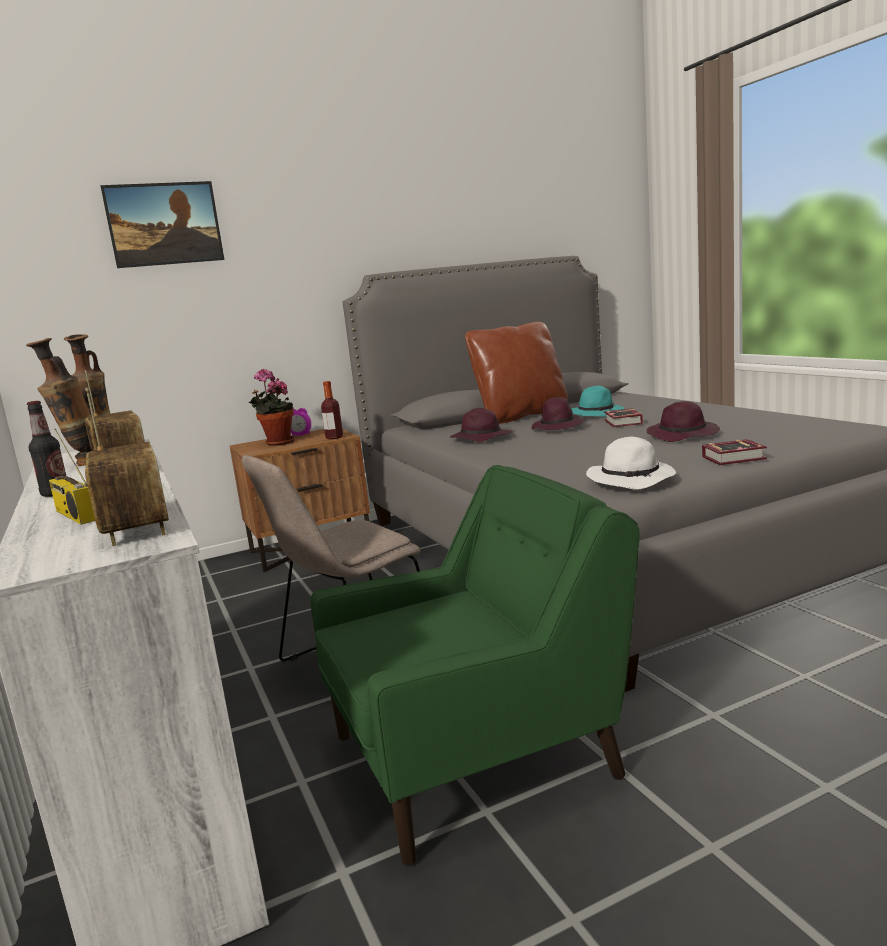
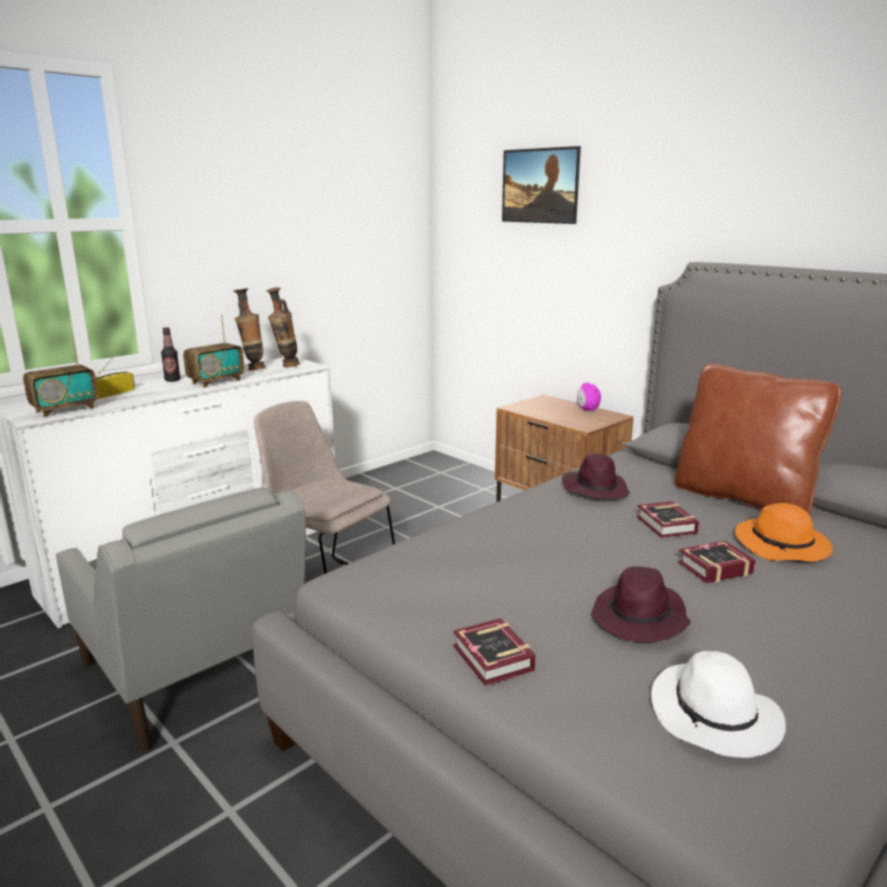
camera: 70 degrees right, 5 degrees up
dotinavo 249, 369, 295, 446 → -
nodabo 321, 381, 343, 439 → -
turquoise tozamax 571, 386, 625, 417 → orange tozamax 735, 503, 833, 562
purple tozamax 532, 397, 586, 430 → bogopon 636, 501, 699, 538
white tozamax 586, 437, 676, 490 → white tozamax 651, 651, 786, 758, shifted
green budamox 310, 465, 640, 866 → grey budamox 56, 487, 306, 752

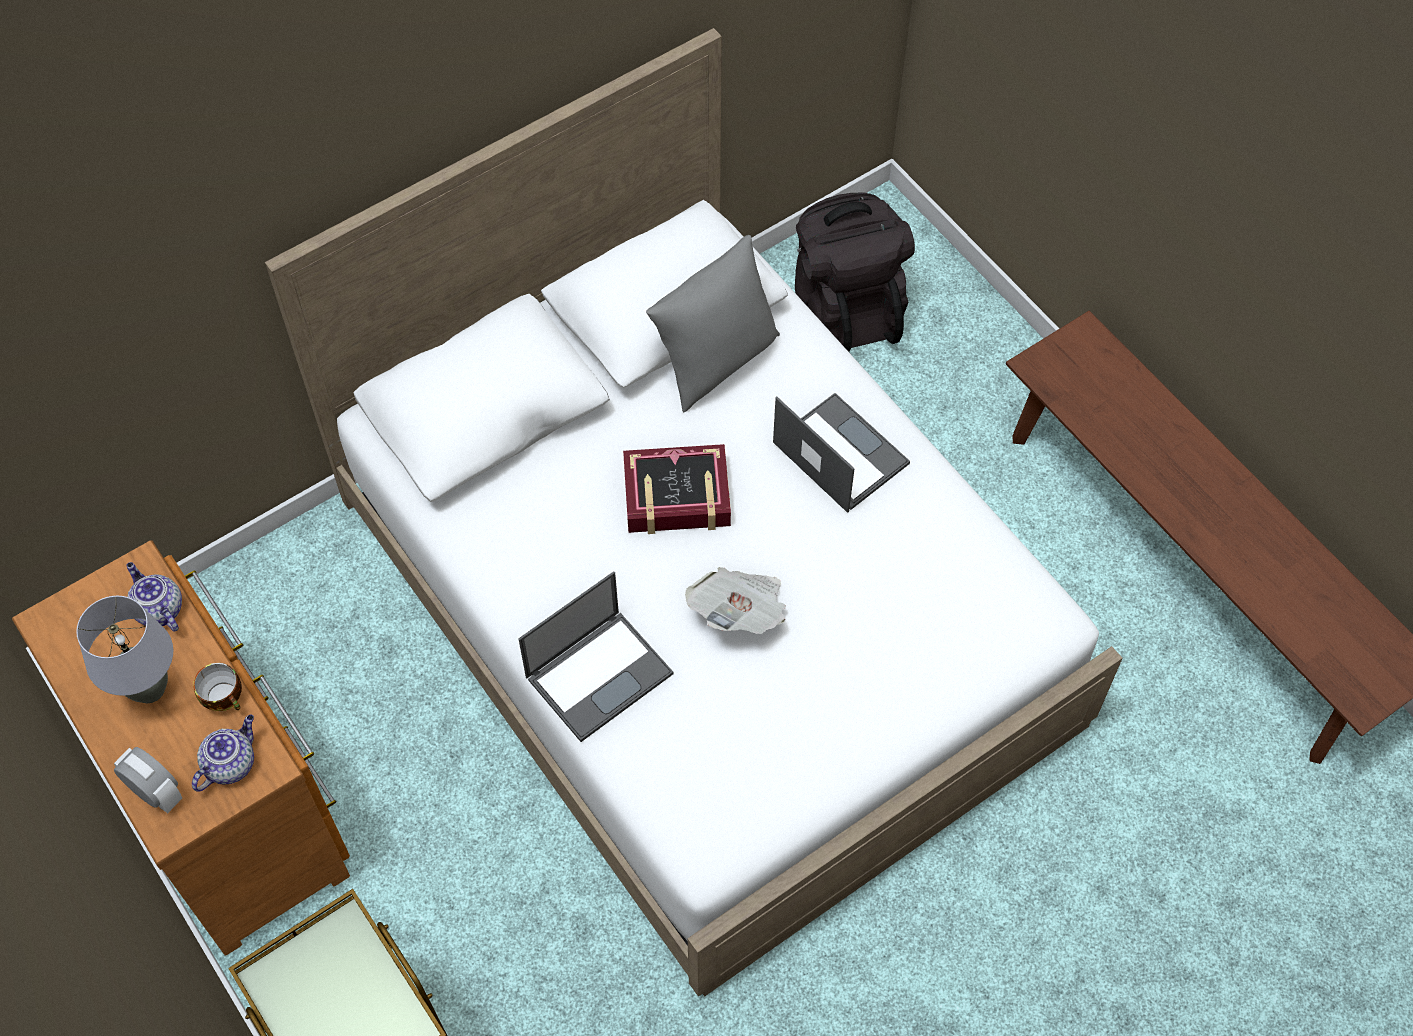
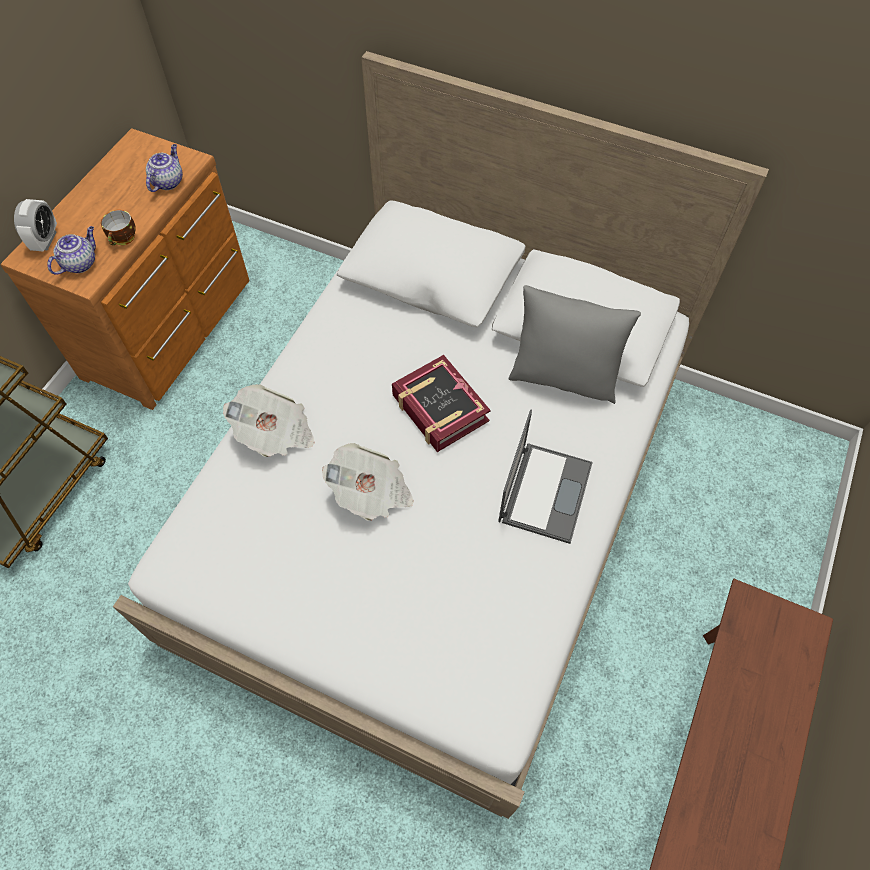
camera: 60 degrees right, 0 degrees up
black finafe 795, 193, 915, 352 → -
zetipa 518, 571, 673, 742 → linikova 223, 384, 315, 457
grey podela 76, 596, 173, 704 → -
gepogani 192, 714, 254, 792 → gepogani 47, 226, 96, 275, 60 degrees counterclockwise

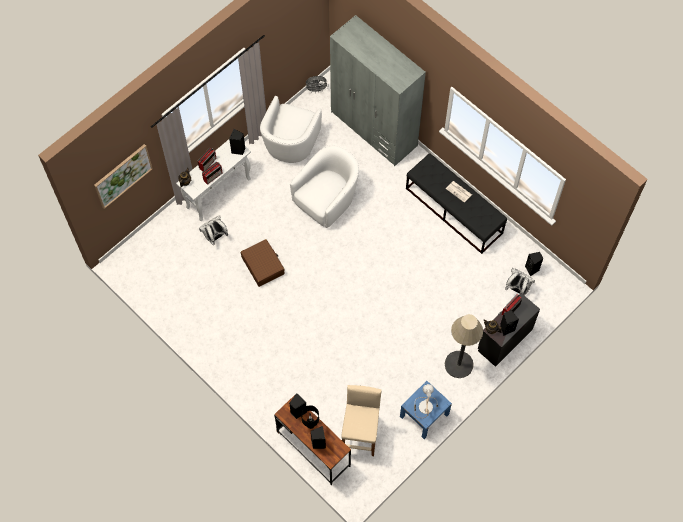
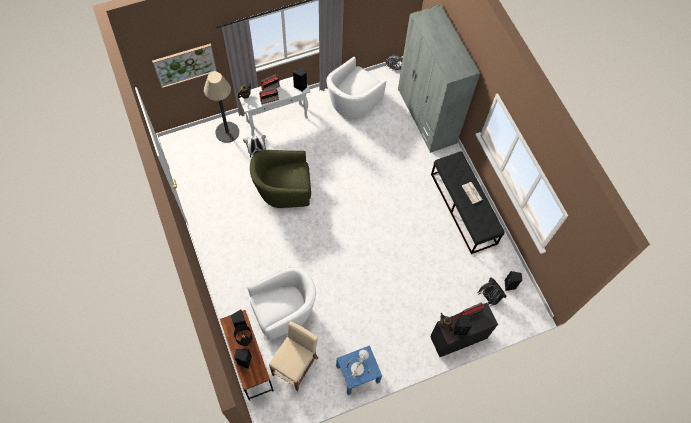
camera: 20 degrees right, 0 degrees up
white budamox 290, 145, 359, 228 → white budamox 247, 266, 316, 340, shifted
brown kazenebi 241, 239, 285, 287 → green budamox 250, 150, 311, 208
white finafe 505, 268, 535, 295 → black finafe 477, 277, 506, 307
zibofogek 445, 314, 483, 378 → zibofogek 204, 72, 239, 143, shifted

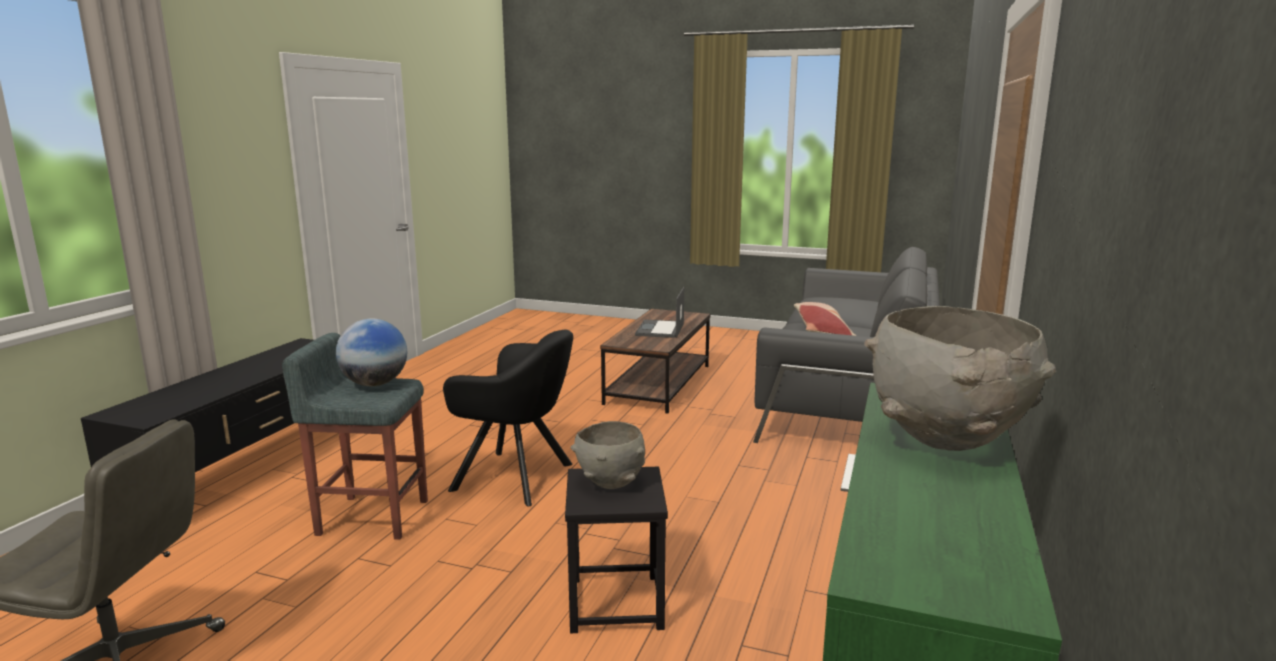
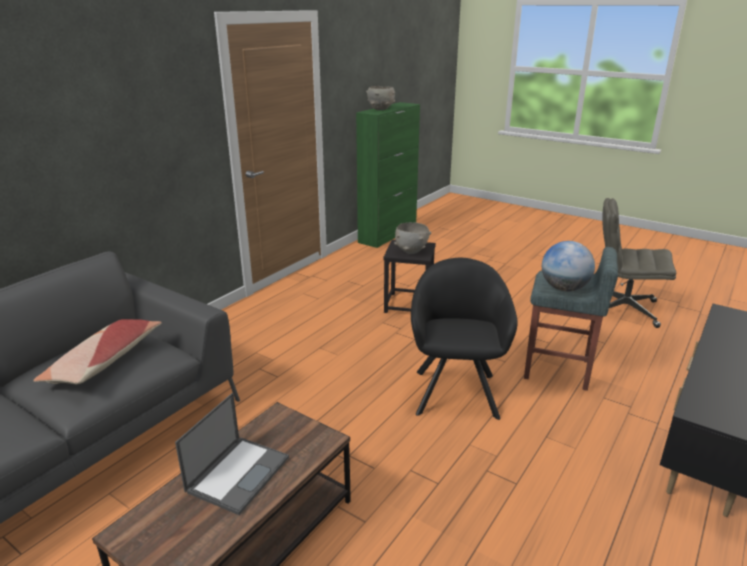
camera: 165 degrees left, 10 degrees up
black budamox 443, 330, 573, 506 → black budamox 411, 258, 518, 420, 60 degrees clockwise

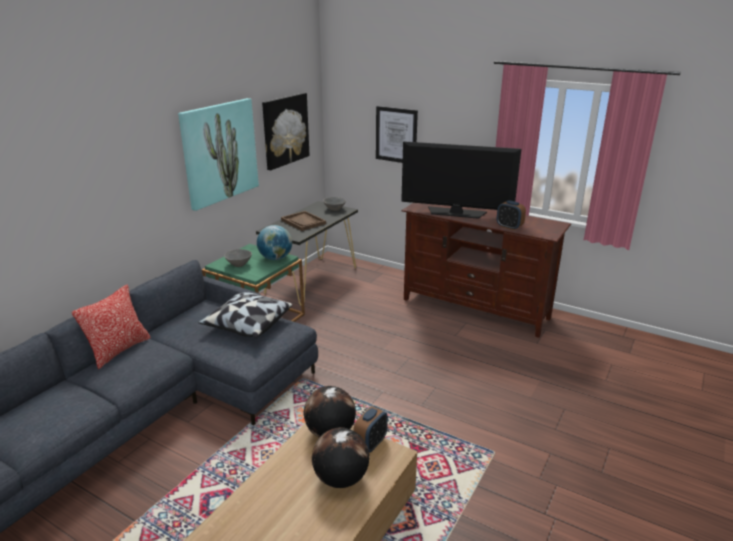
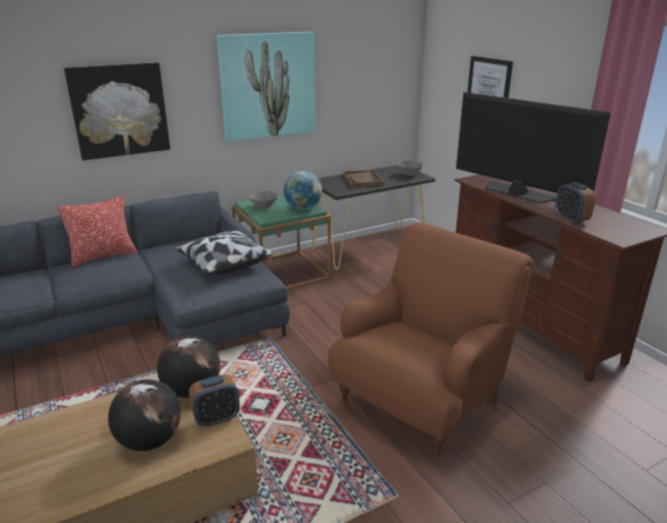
camera: 30 degrees right, 0 degrees up
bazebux 262, 93, 310, 170 → bazebux 64, 62, 170, 160, shifted
- → brown budamox 328, 222, 534, 460

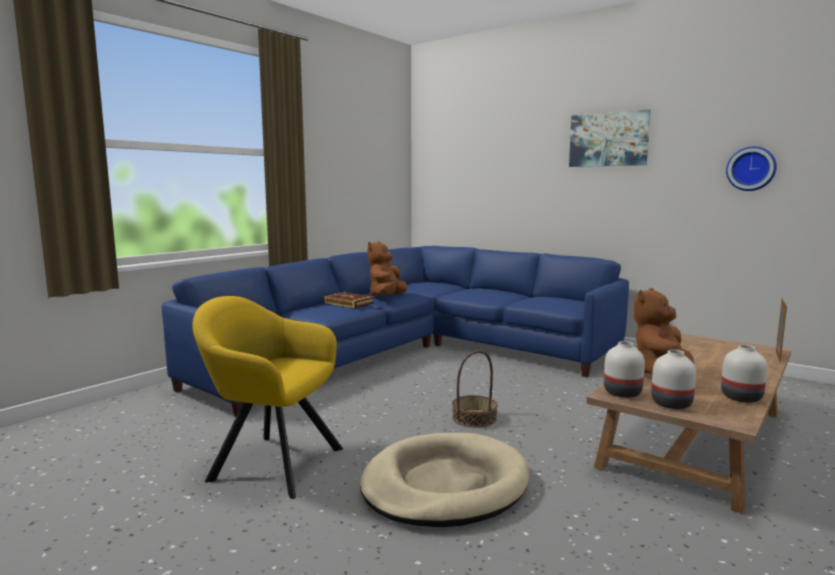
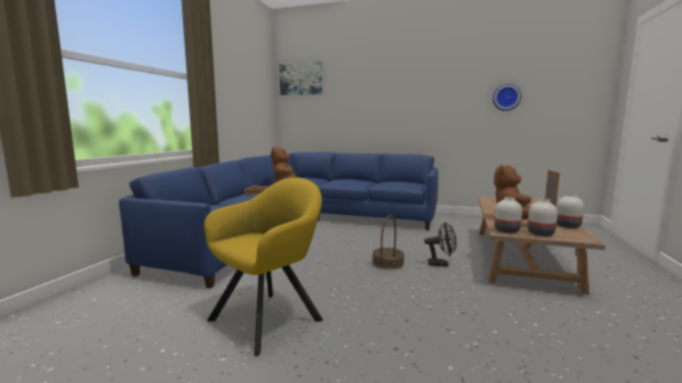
camera: 20 degrees left, 0 degrees up
bazebux 569, 110, 651, 167 → bazebux 279, 62, 322, 95, shifted
yellow budamox 192, 296, 343, 499 → yellow budamox 204, 178, 323, 356, 135 degrees clockwise
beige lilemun 360, 433, 529, 527 → -
- → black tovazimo 424, 222, 457, 267

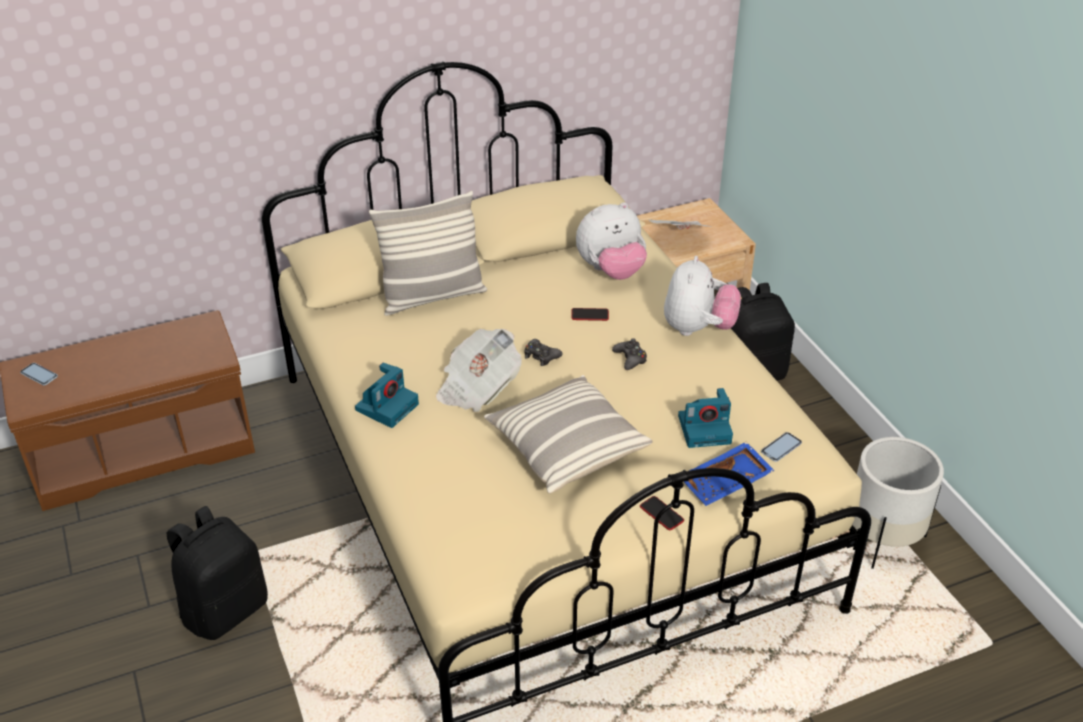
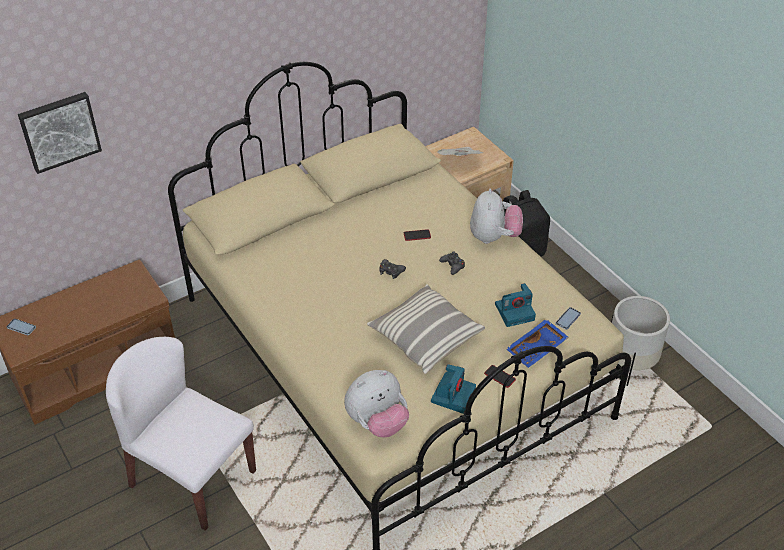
camera: 10 degrees left, 5 degrees up
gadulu 369, 191, 487, 316 → -
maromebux 576, 202, 647, 280 → maromebux 344, 370, 409, 437, shifted
linikova 436, 329, 522, 412 → -
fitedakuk 355, 362, 419, 428 → fitedakuk 431, 364, 476, 414, shifted
black finafe 167, 506, 268, 640 → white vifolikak 106, 337, 256, 531
- → bazebux 18, 92, 102, 174

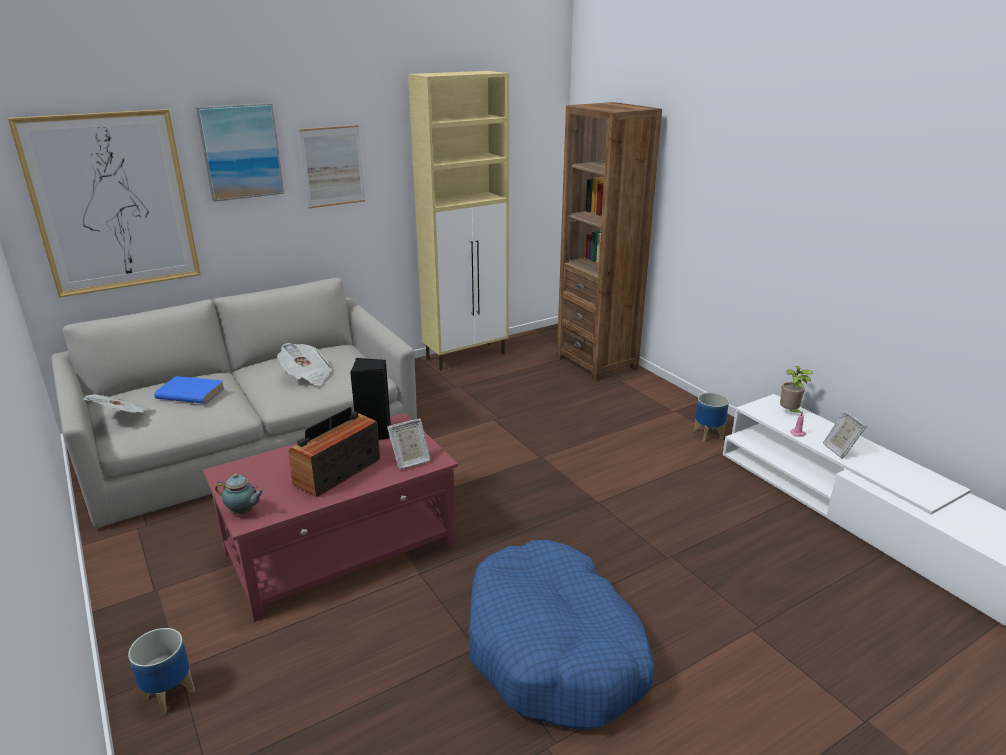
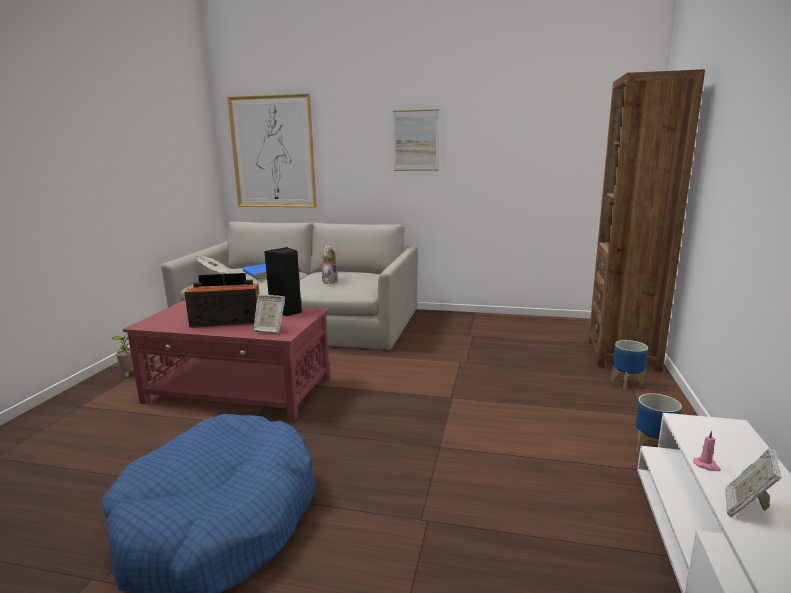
camera: 45 degrees right, 10 degrees down
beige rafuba 408, 71, 509, 370 → -
bazebux 196, 103, 284, 202 → -
linikova 277, 343, 333, 385 → maromebux 320, 245, 338, 284
dotinavo 780, 366, 813, 413 → dotinavo 112, 334, 134, 379, shifted
gepogani 215, 473, 264, 515 → -
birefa 128, 628, 195, 715 → birefa 611, 340, 648, 389, shifted

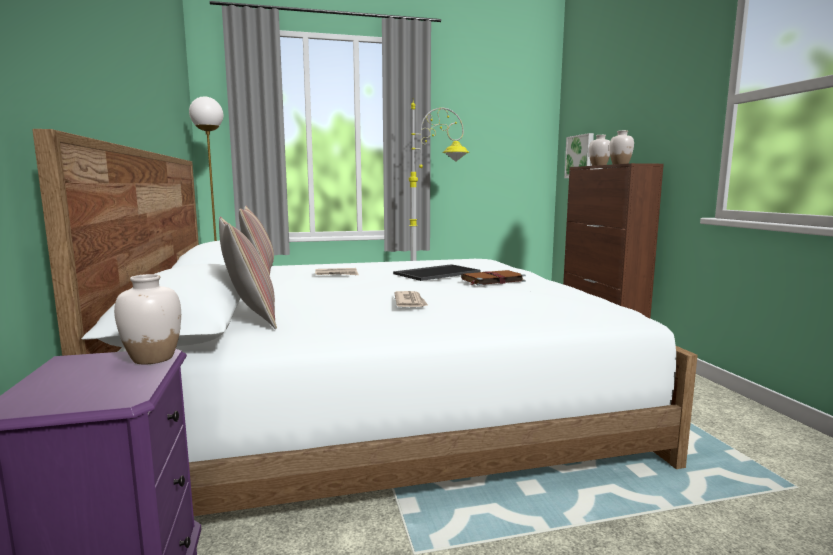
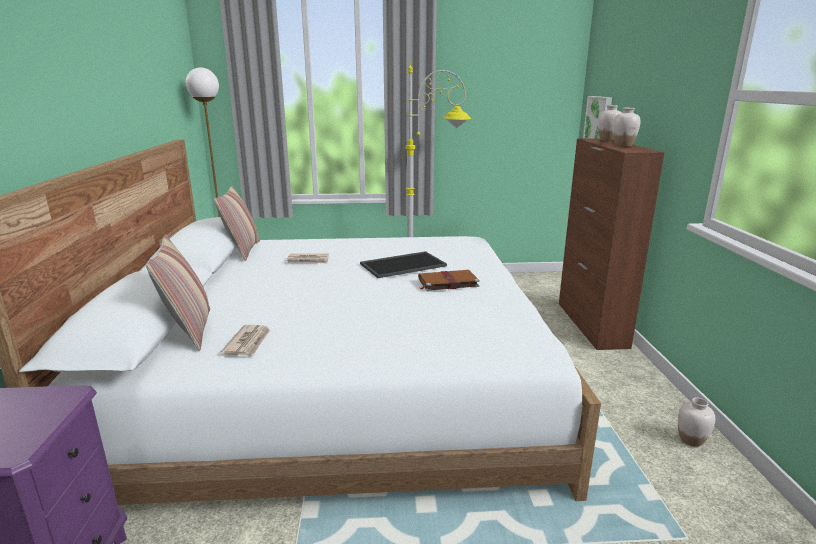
camera: 10 degrees right, 10 degrees up
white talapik 114, 274, 181, 364 → white talapik 678, 397, 715, 447, shifted
linikova 394, 291, 428, 307 → linikova 221, 325, 270, 356, shifted

